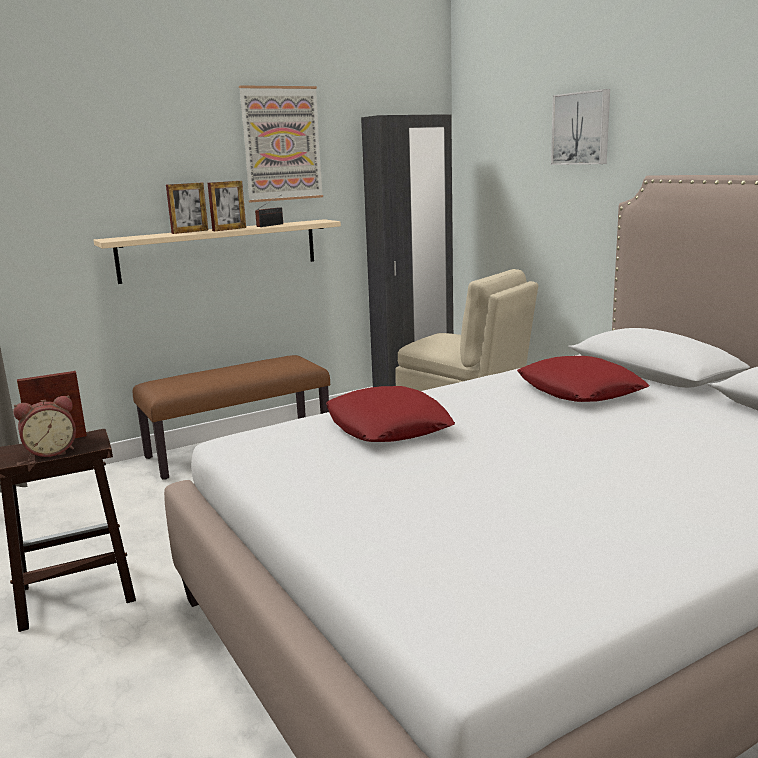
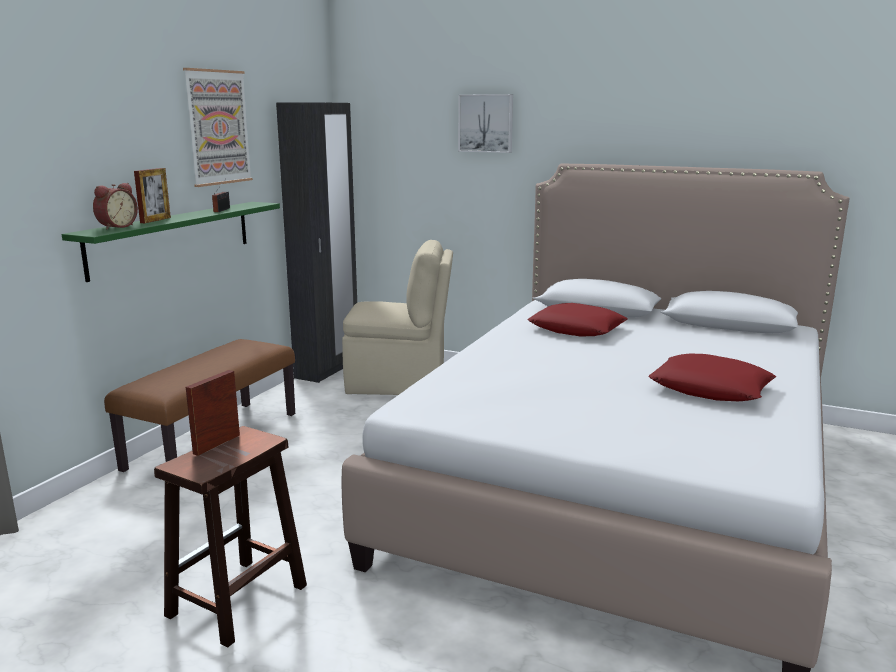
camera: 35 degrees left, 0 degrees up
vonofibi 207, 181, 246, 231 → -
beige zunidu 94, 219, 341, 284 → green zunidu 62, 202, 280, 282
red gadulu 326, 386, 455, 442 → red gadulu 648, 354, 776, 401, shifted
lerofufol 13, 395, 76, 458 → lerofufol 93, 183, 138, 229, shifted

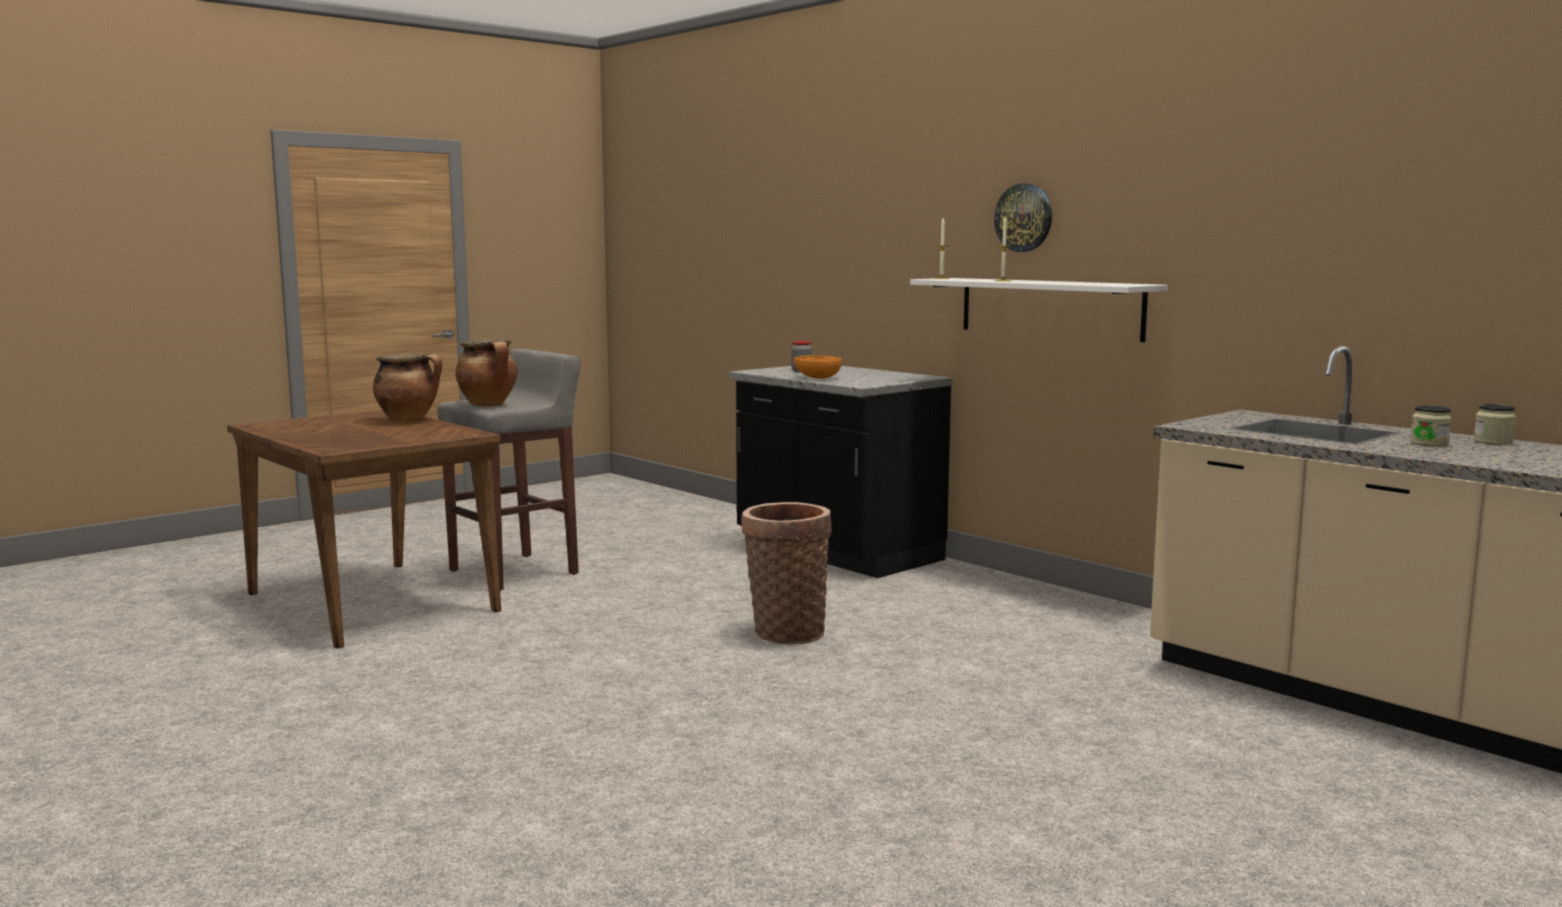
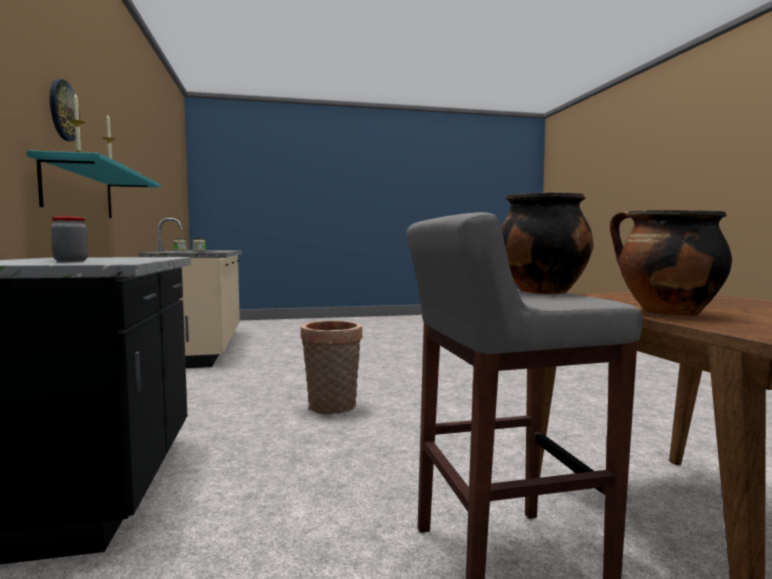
camera: 150 degrees left, 5 degrees down
white zunidu 910, 278, 1168, 342 → turquoise zunidu 27, 150, 161, 218
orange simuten 794, 355, 842, 379 → -

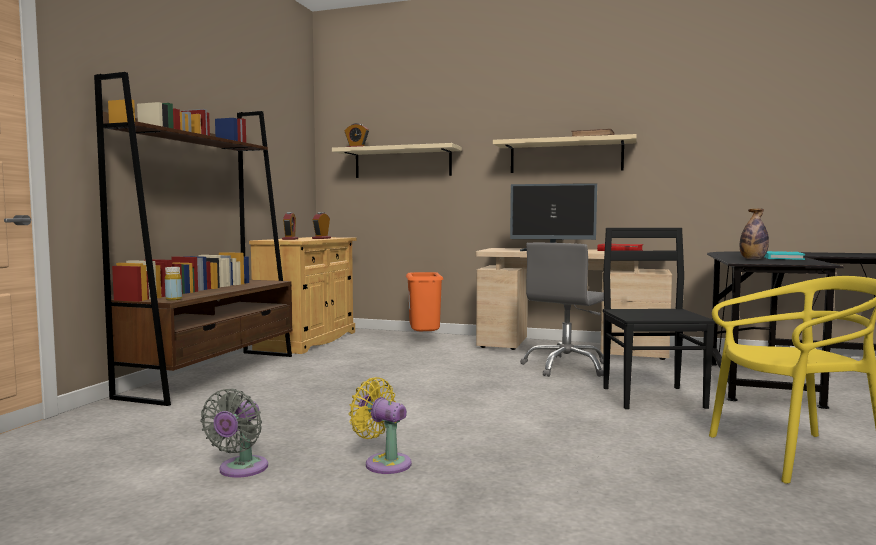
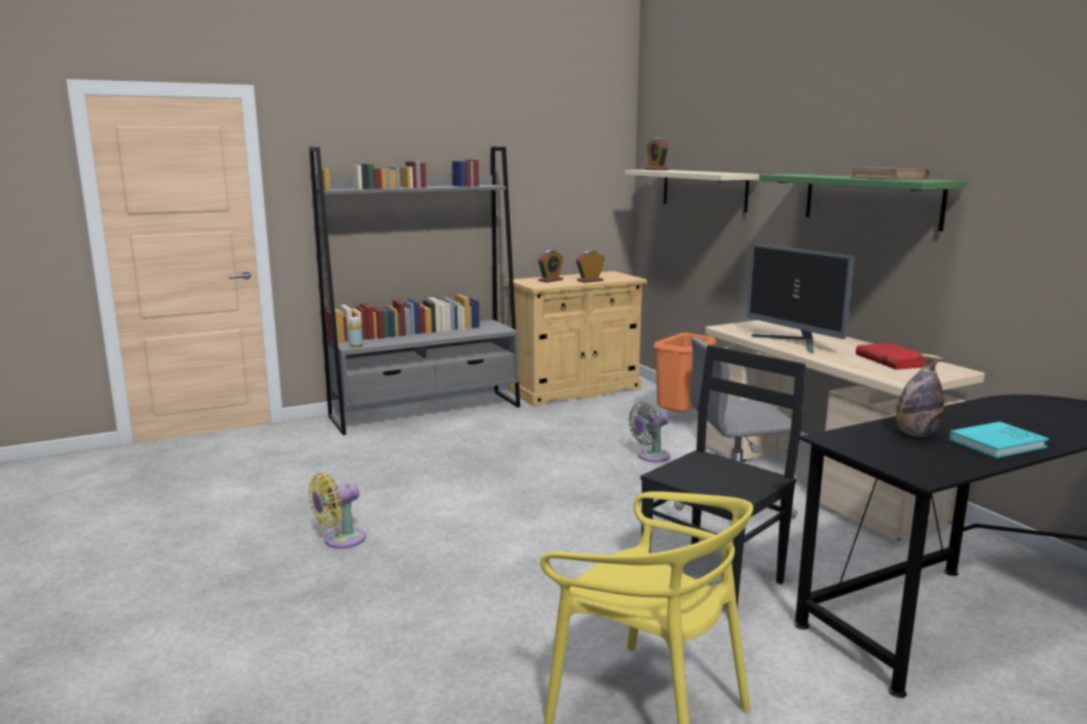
camera: 45 degrees right, 10 degrees up
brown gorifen 94, 72, 293, 406 → grey gorifen 309, 146, 520, 435
beige zunidu 493, 134, 637, 173 → green zunidu 760, 174, 966, 231
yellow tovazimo 349, 377, 412, 474 → yellow tovazimo 308, 473, 366, 549, 120 degrees counterclockwise
grey tovazimo 200, 389, 268, 478 → grey tovazimo 628, 402, 670, 462, shifted

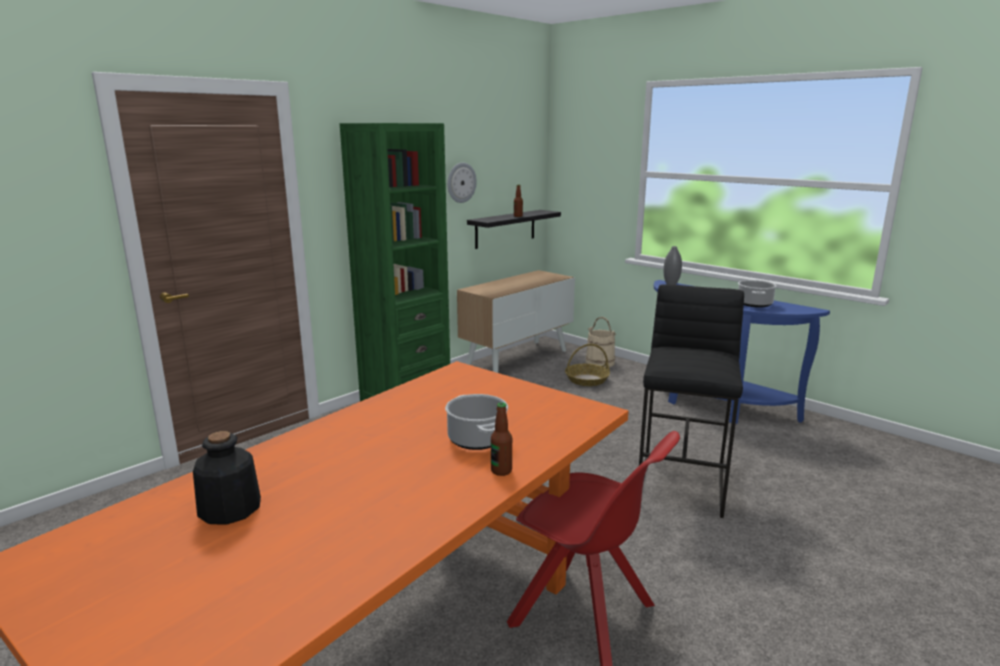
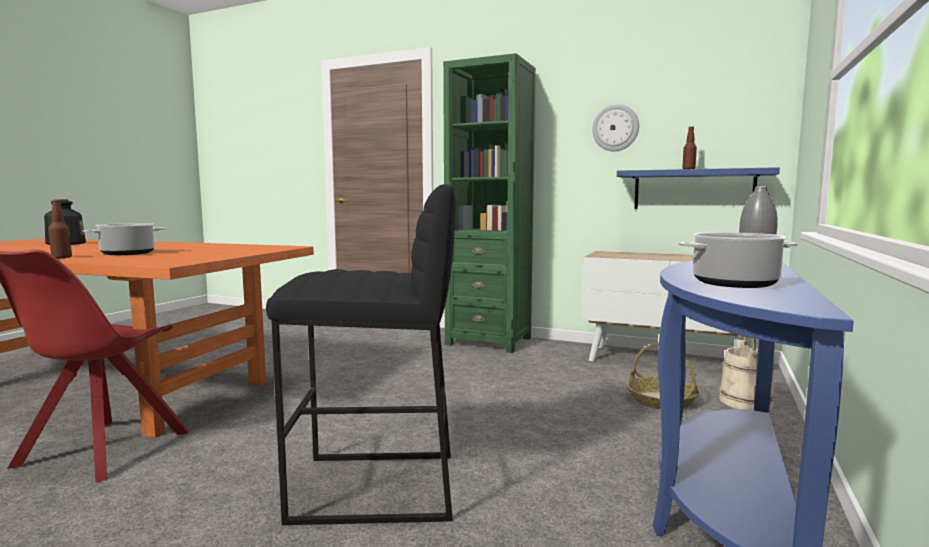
camera: 70 degrees right, 10 degrees down
black zunidu 467, 210, 561, 249 → blue zunidu 617, 167, 780, 209

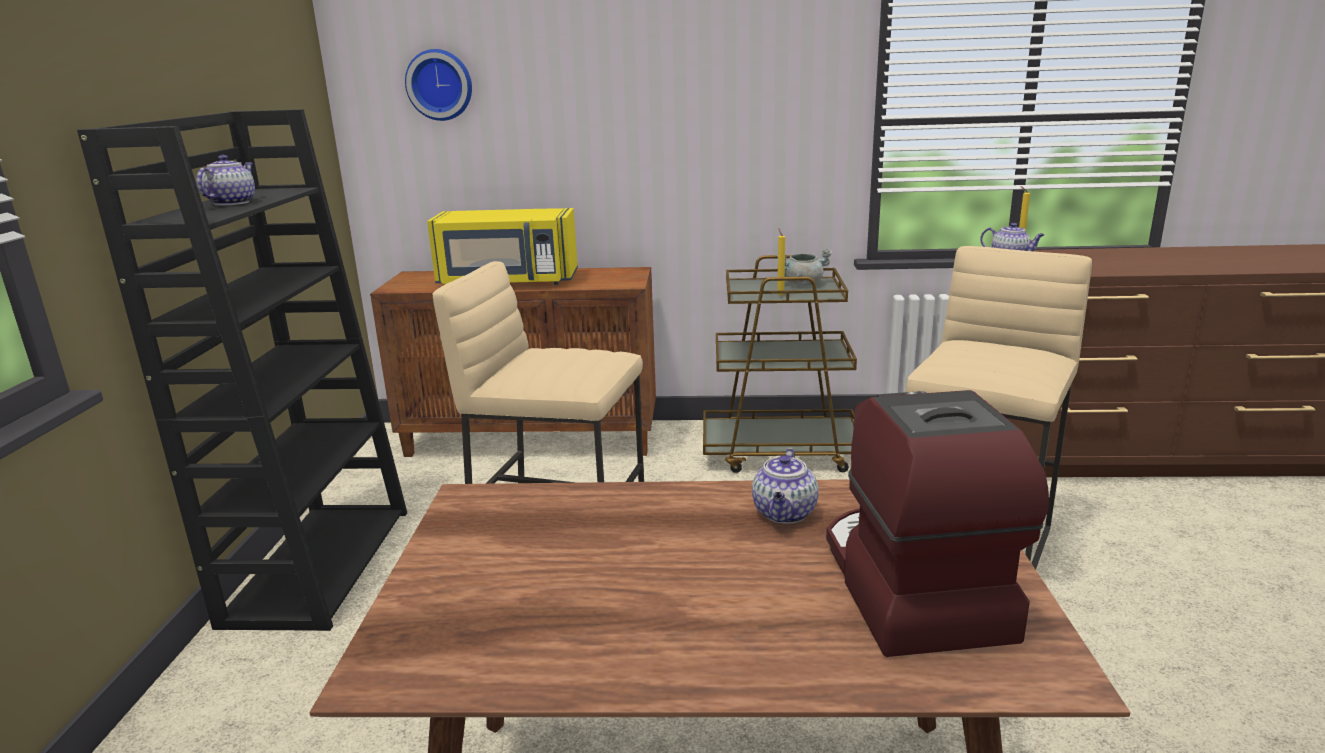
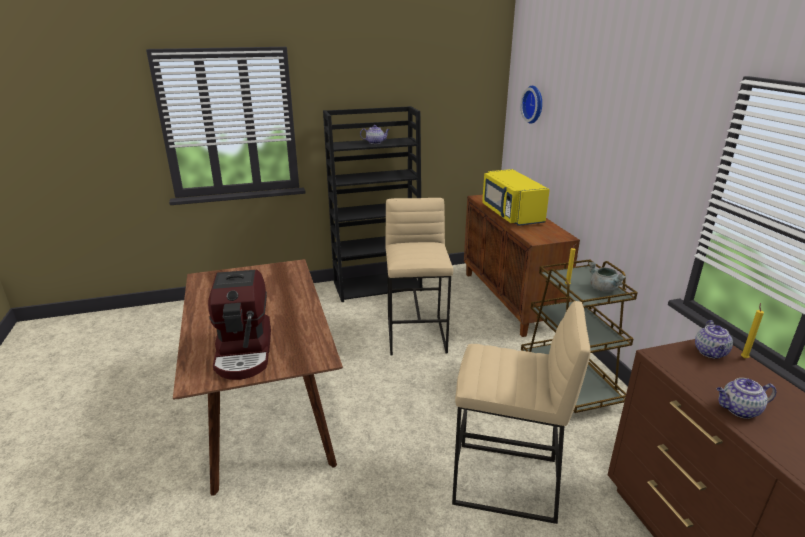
camera: 70 degrees right, 5 degrees up
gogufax 826, 390, 1049, 657 → gogufax 208, 270, 271, 380, 105 degrees clockwise
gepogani 752, 448, 819, 524 → gepogani 717, 378, 776, 419, shifted

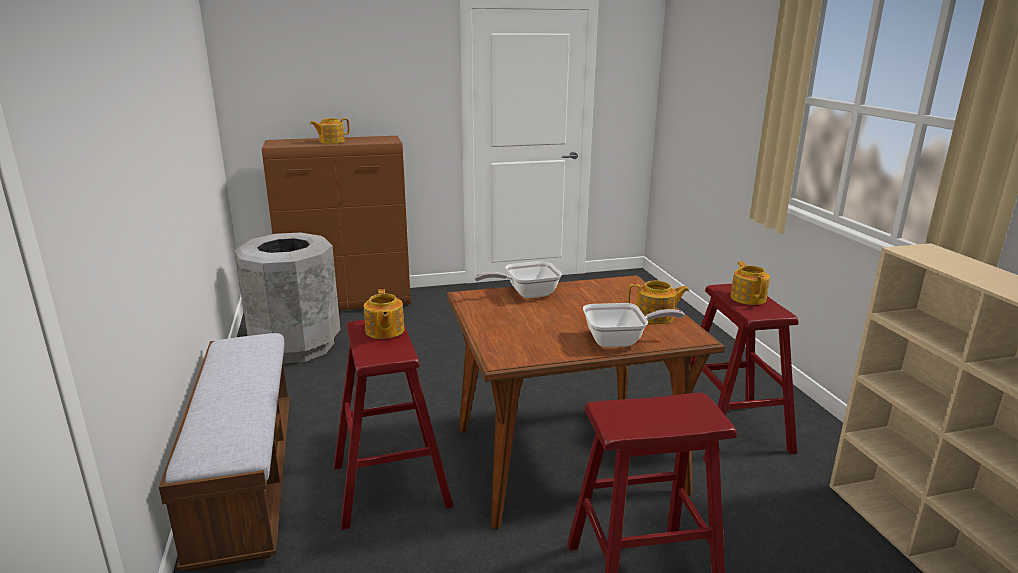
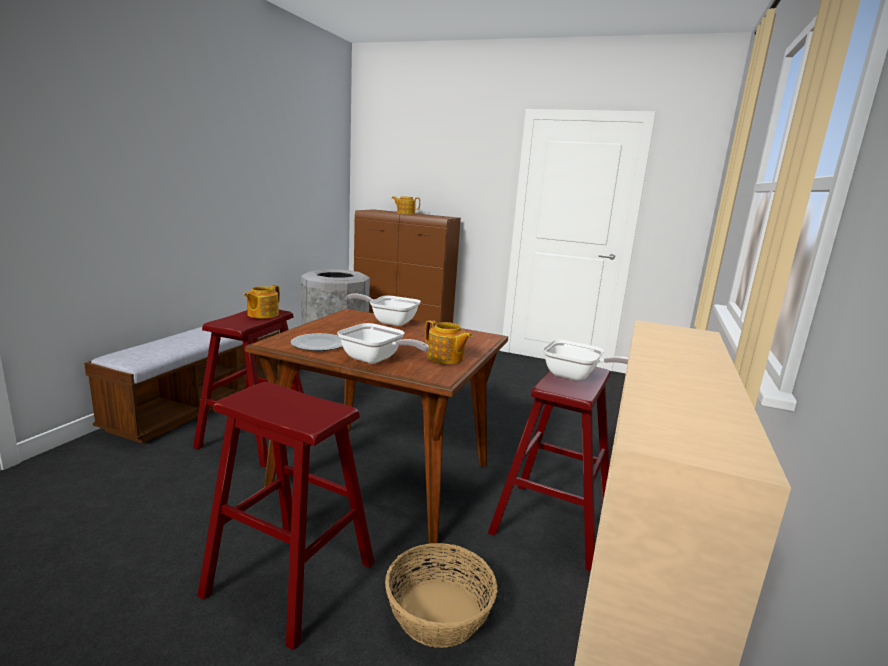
camera: 35 degrees right, 5 degrees down
gepogani 731, 261, 770, 305 → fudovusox 543, 340, 628, 381
- → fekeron 291, 333, 343, 351
- → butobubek 385, 543, 497, 648

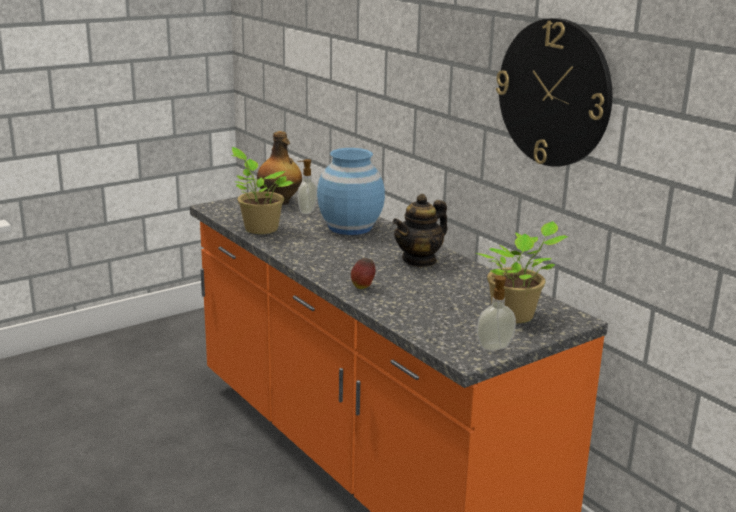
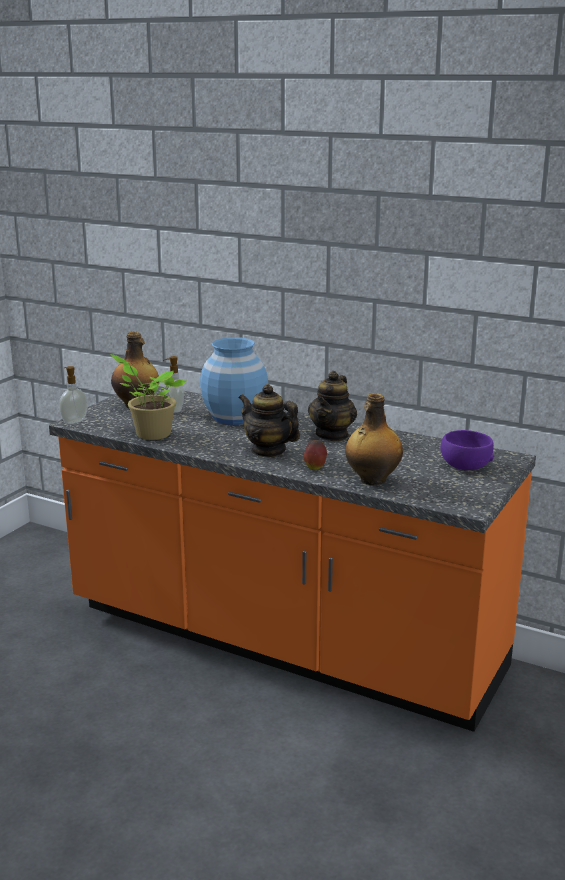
camera: 25 degrees left, 0 degrees up
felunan 496, 18, 612, 167 → -
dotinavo 475, 221, 567, 323 → purple simuten 440, 430, 494, 470
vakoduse 477, 275, 516, 351 → vakoduse 59, 366, 88, 424, shifted
- → gepogani 239, 384, 300, 457
- → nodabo 345, 393, 403, 485

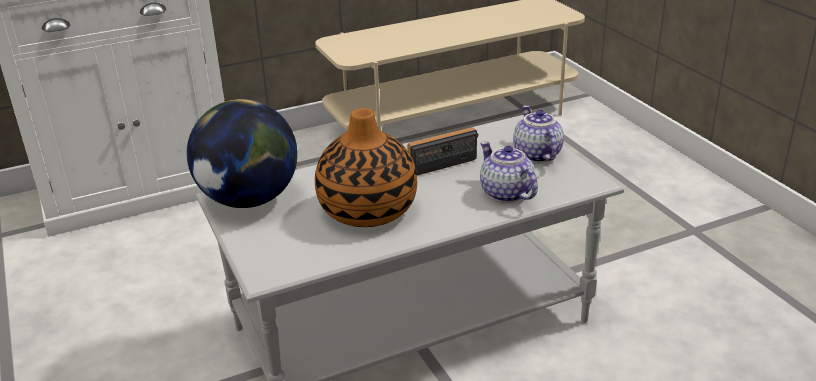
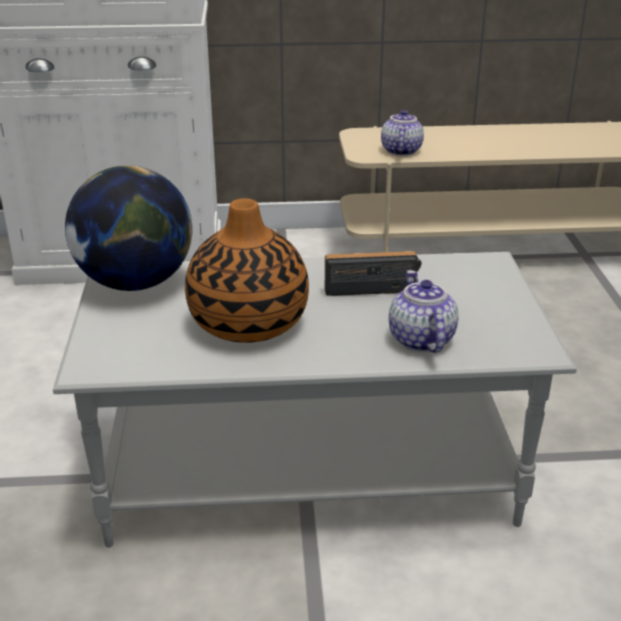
camera: 20 degrees right, 0 degrees up
gepogani 513, 105, 564, 163 → gepogani 381, 110, 424, 156, shifted

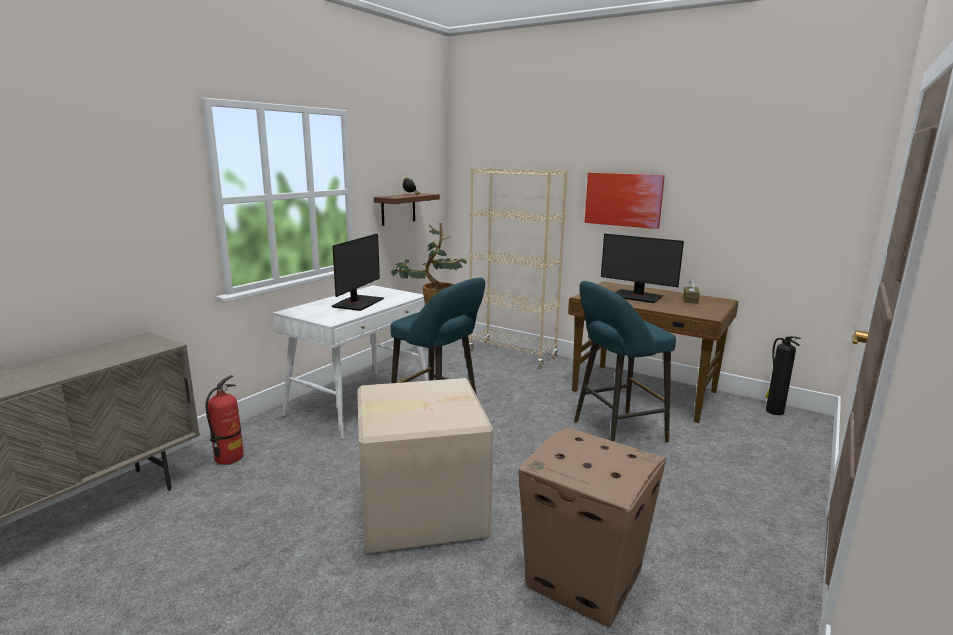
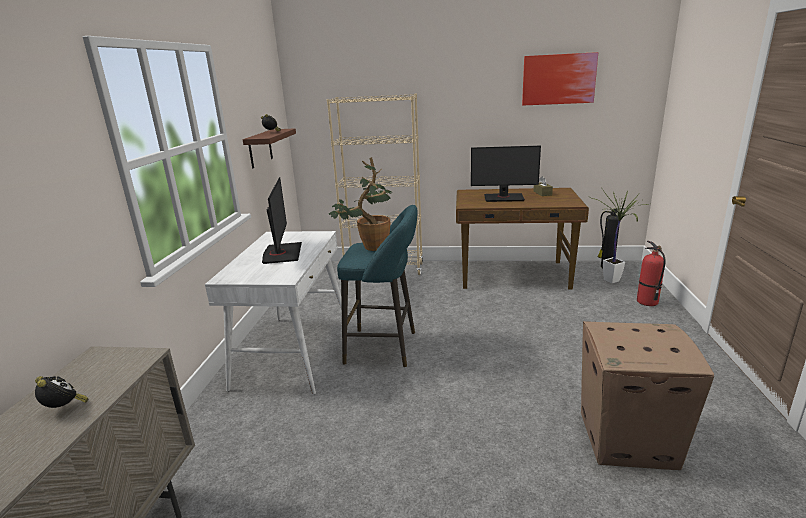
camera: 25 degrees left, 5 degrees up
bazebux 585, 173, 665, 229 → bazebux 522, 52, 598, 106, shifted
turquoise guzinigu 574, 281, 676, 442 → -
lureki 205, 375, 244, 465 → lureki 637, 241, 666, 306, shifted
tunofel 357, 378, 494, 553 → -
- → dotinavo 592, 187, 649, 283
- → lerofufol 35, 376, 89, 408

